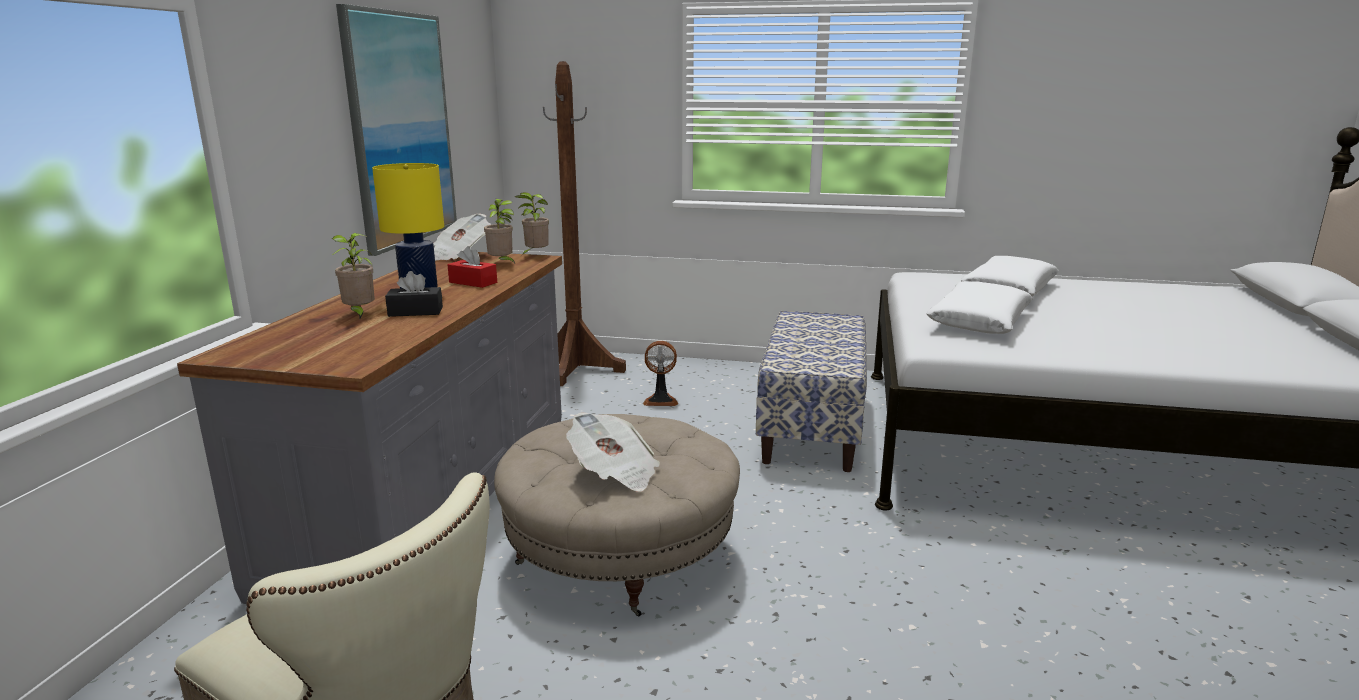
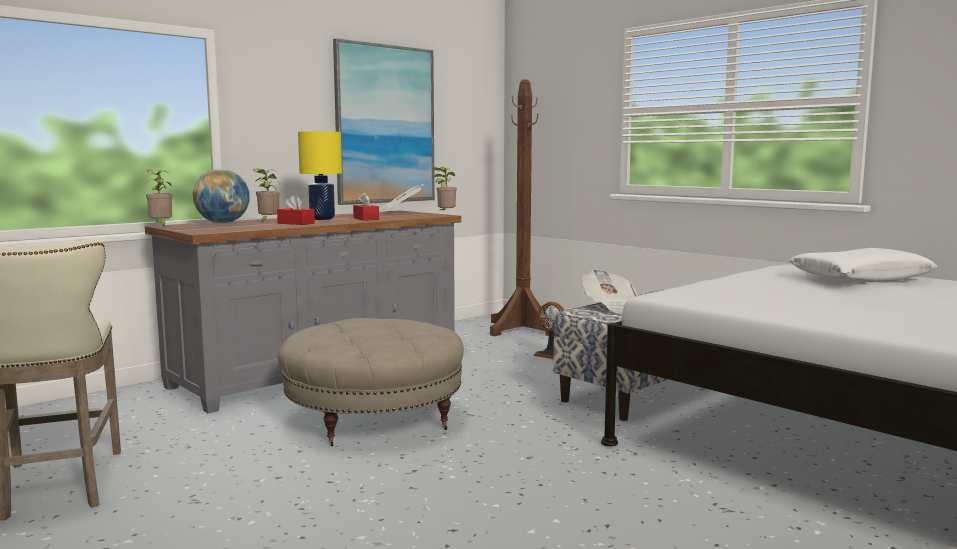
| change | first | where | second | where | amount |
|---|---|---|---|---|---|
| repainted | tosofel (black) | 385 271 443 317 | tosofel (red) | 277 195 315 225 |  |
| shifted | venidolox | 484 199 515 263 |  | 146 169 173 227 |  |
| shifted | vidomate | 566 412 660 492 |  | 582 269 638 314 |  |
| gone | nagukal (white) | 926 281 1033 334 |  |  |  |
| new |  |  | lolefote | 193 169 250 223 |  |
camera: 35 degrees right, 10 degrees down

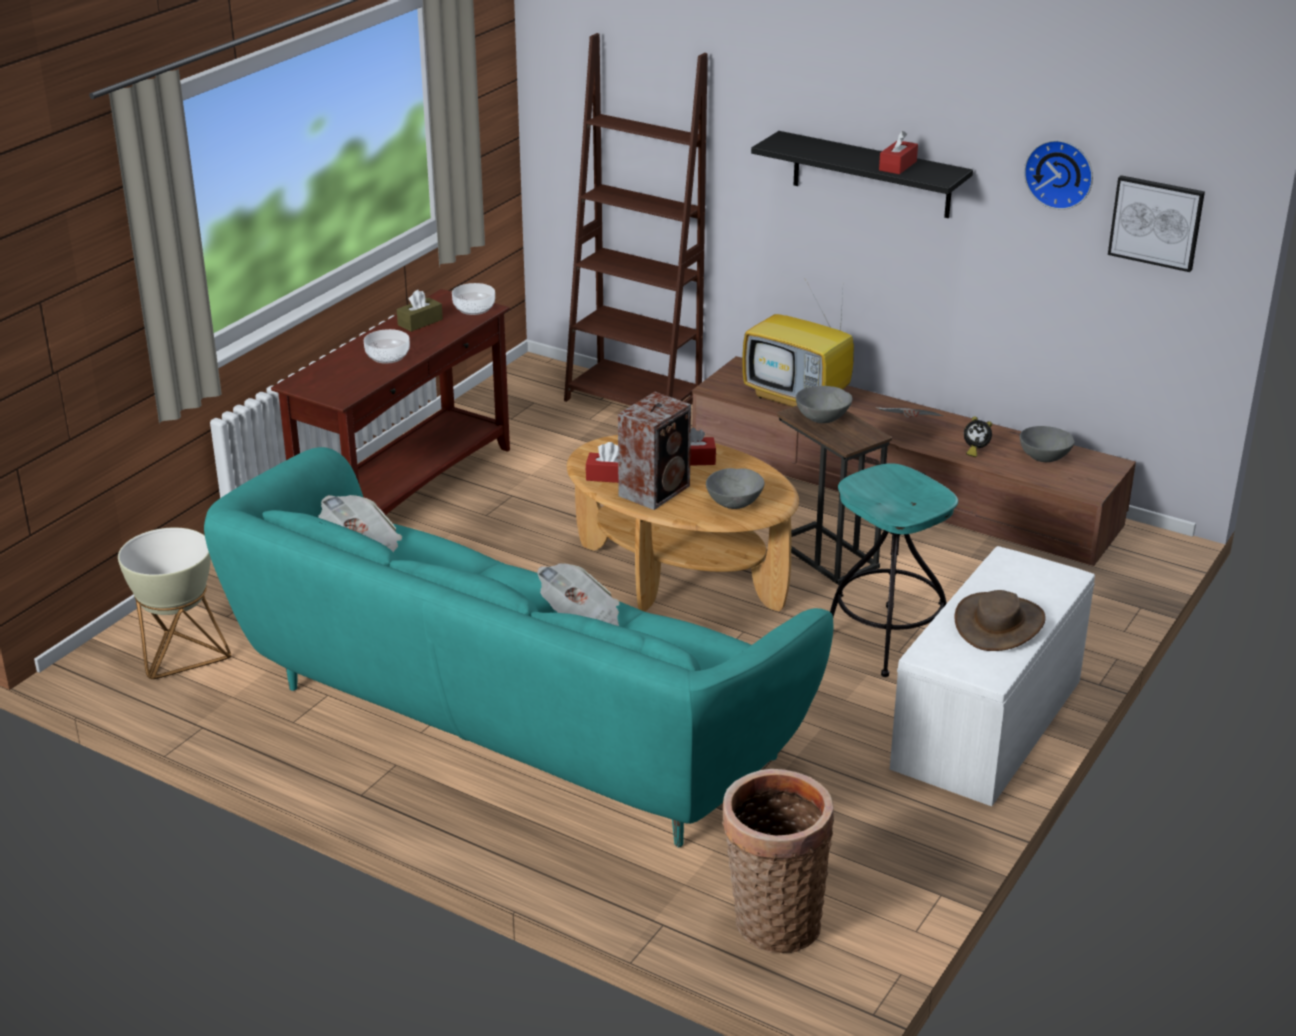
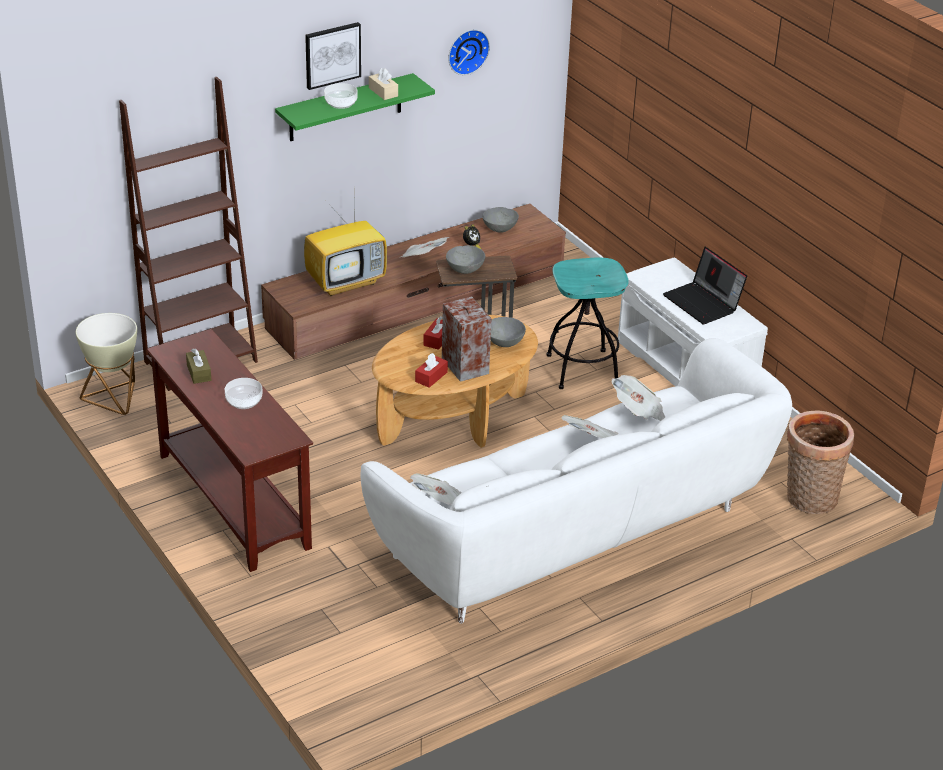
| change | first | where | second | where | amount |
|---|---|---|---|---|---|
| shifted | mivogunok | 118 527 231 679 |  | 76 313 137 415 |  |
| repainted | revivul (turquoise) | 204 447 833 847 | revivul (white) | 361 338 792 623 |  |
| shifted | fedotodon | 452 283 495 315 |  | 324 83 358 109 |  |
| repainted | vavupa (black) | 751 131 973 218 | vavupa (green) | 275 73 435 141 |  |
| repainted | tosofel (red) | 879 131 918 174 | tosofel (beige) | 369 68 398 100 |  |
| swapped | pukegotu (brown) | 954 590 1046 651 | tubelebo | 663 247 747 324 |  |
| shifted | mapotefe | 1108 175 1205 272 |  | 305 22 361 90 |  |
| new |  |  | vidomate | 612 375 666 421 |  |
camera: 65 degrees left, 5 degrees up

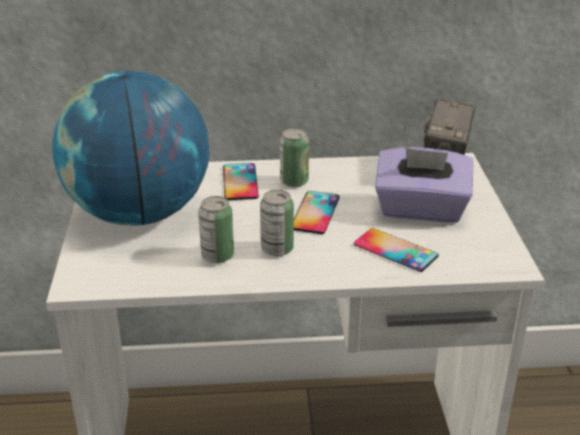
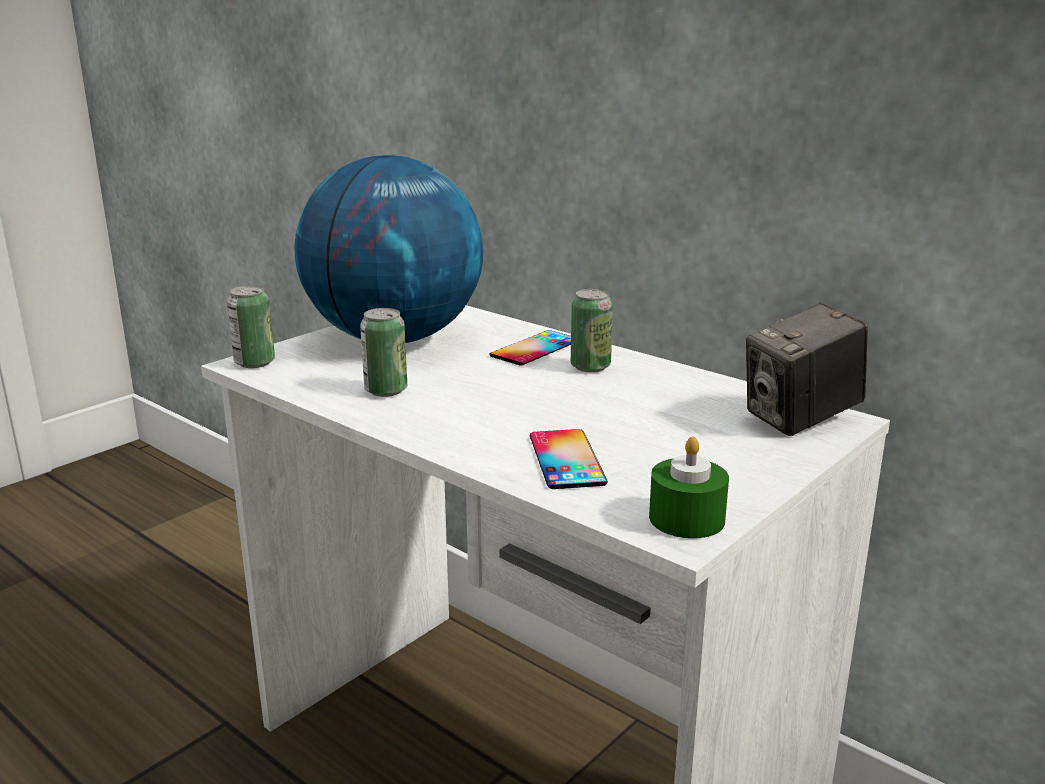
| change | first | where | second | where | amount |
|---|---|---|---|---|---|
| shifted | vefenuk | 260 190 294 256 |  | 227 286 275 368 |  |
| gone | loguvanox | 294 191 340 234 |  |  |  |
| gone | tosofel (purple) | 375 147 473 223 |  |  |  |
| new |  |  | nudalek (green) | 649 436 729 538 |  |
camera: 45 degrees right, 10 degrees down

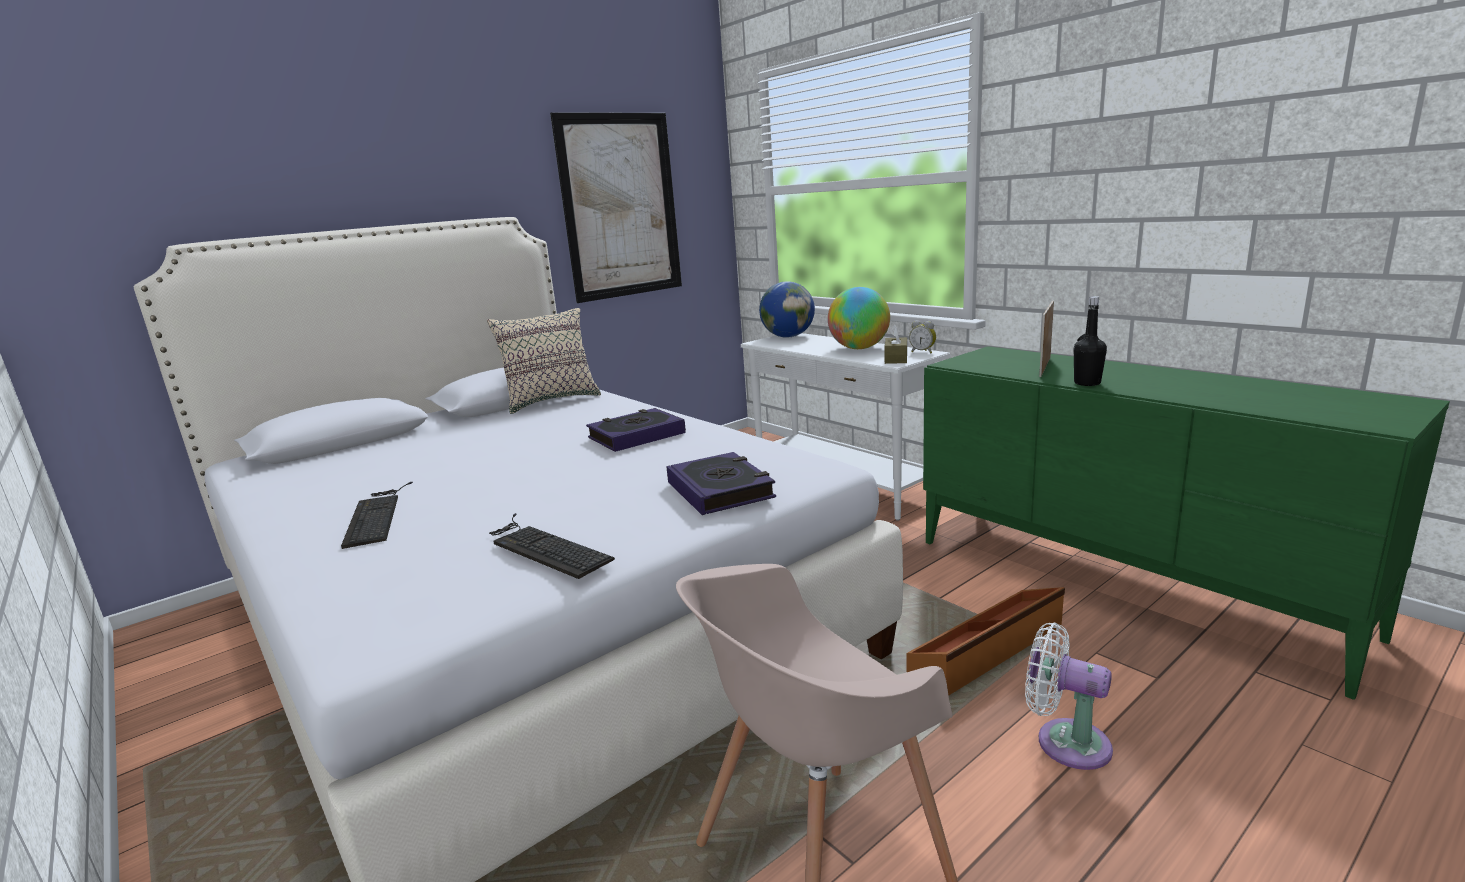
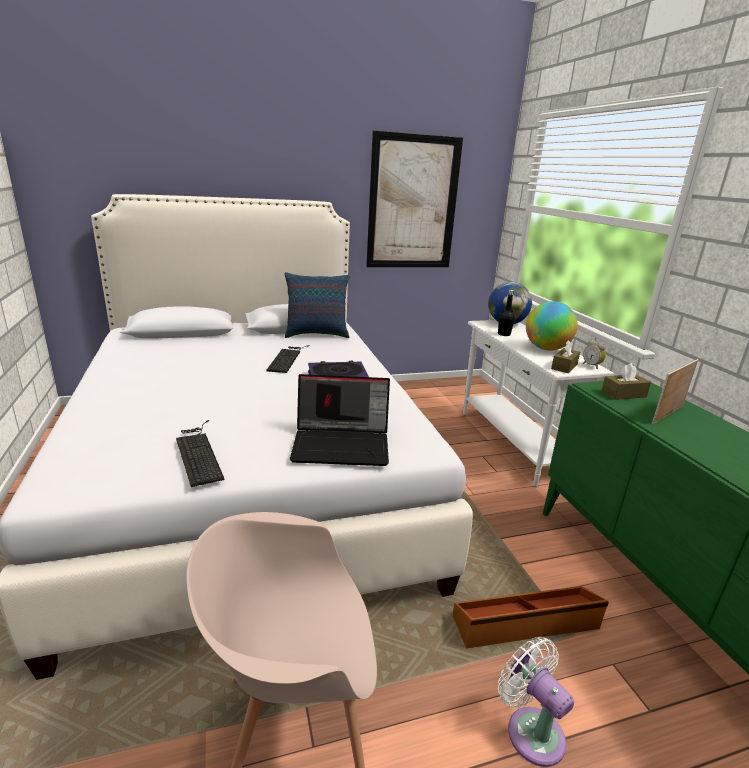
| change | first | where | second | where | amount |
|---|---|---|---|---|---|
| shifted | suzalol | 341 482 413 549 |  | 266 345 310 373 |  |
| repainted | nagukal (beige) | 487 308 601 414 | nagukal (blue) | 285 272 350 338 |  |
| swapped | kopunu | 666 452 776 515 | tubelebo | 290 374 390 466 |  |
| shifted | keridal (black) | 1074 296 1107 386 |  | 498 290 515 336 |  |
| new |  |  | tosofel (brown) | 601 363 651 400 |  |
camera: 20 degrees right, 5 degrees up

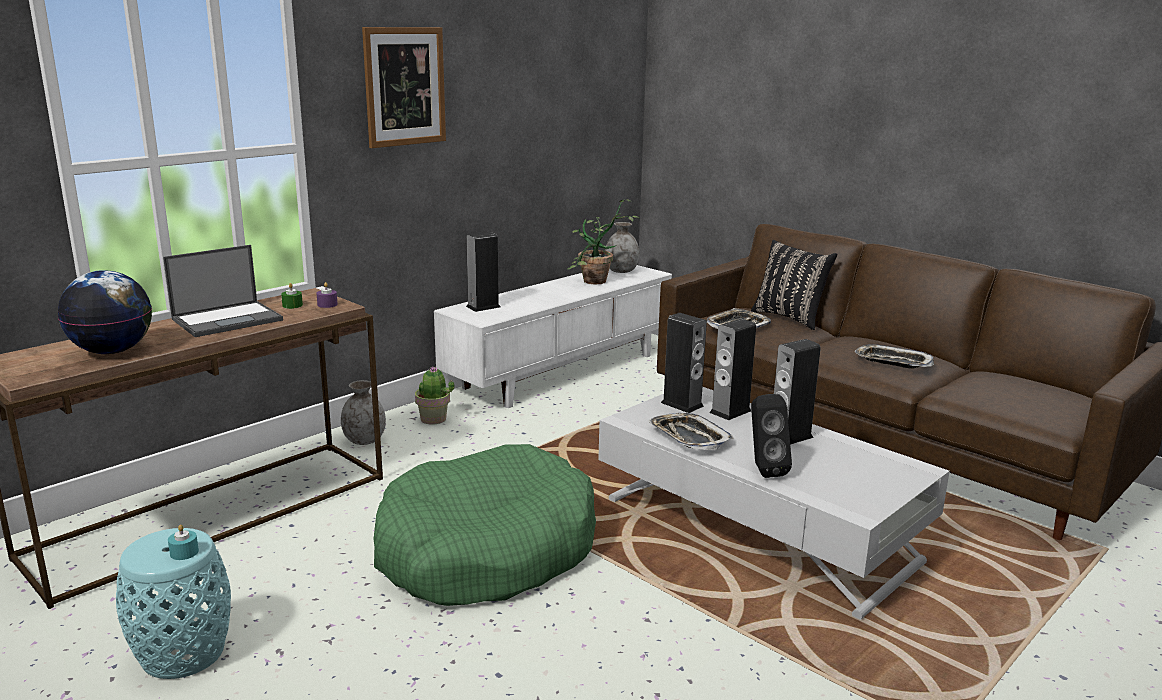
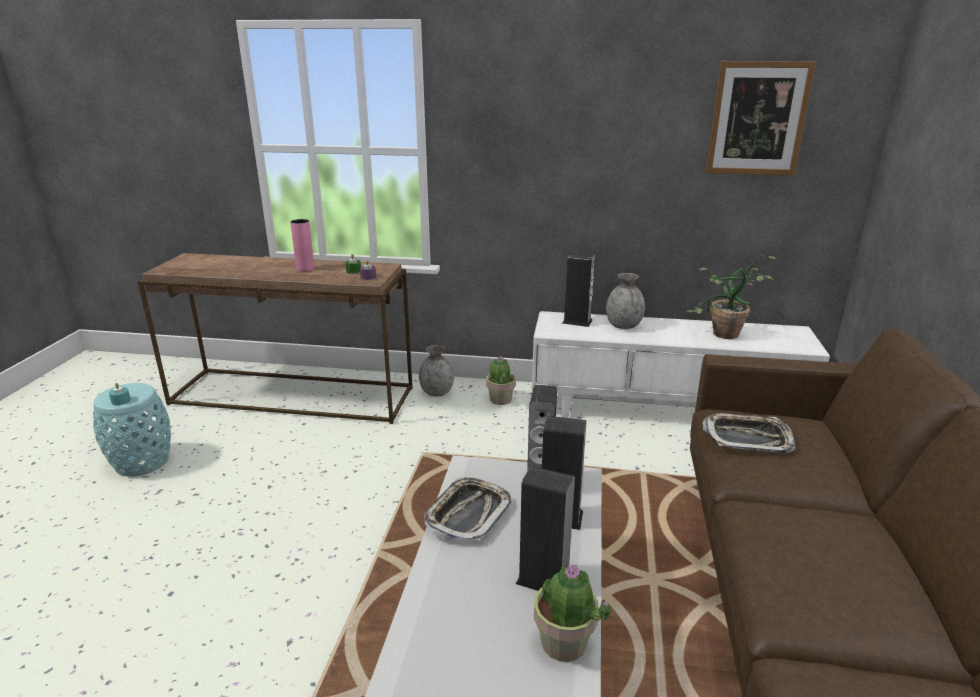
| change | first | where | second | where | amount |
|---|---|---|---|---|---|
| gone | lolefote | 58 270 152 354 |  |  |  |
| swapped | tubelebo | 163 245 283 337 | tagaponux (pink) | 290 219 315 271 |  |
| shifted | mapotefe | 362 27 446 148 |  | 706 61 816 176 |  |
| gone | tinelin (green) | 373 444 596 606 |  |  |  |
| shifted | tagaponux (grey) | 605 222 639 273 |  | 606 273 645 329 |  |
| gone | nagukal (black) | 751 240 837 330 |  |  |  |
| gone | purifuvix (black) | 751 394 792 478 |  |  |  |
| gone | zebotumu | 855 344 934 369 |  |  |  |
| new |  |  | venidolox | 534 565 611 662 |  |
camera: 55 degrees right, 5 degrees up

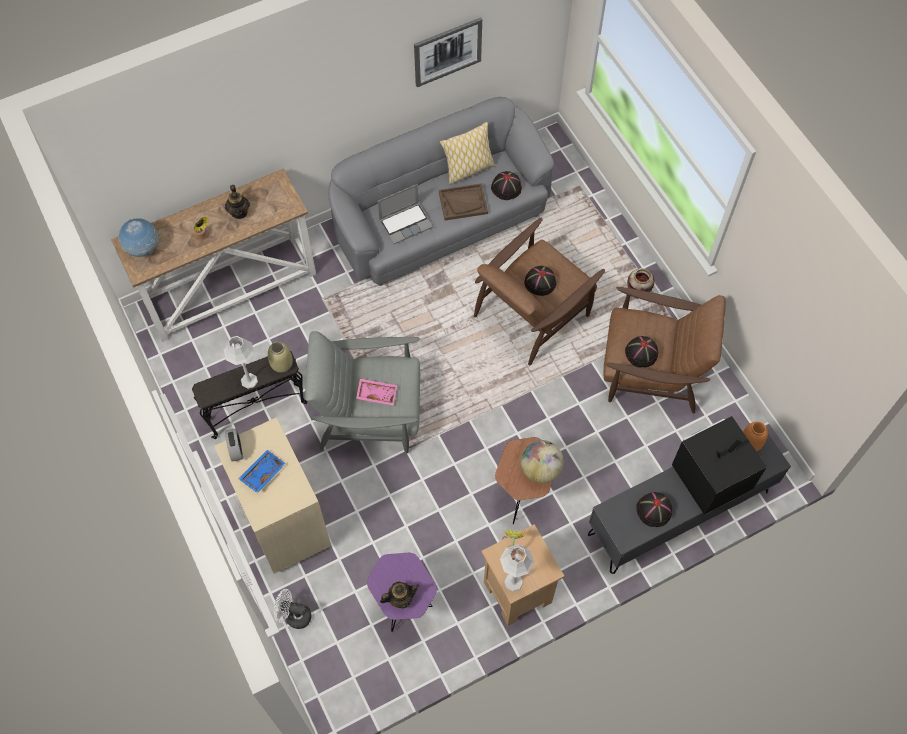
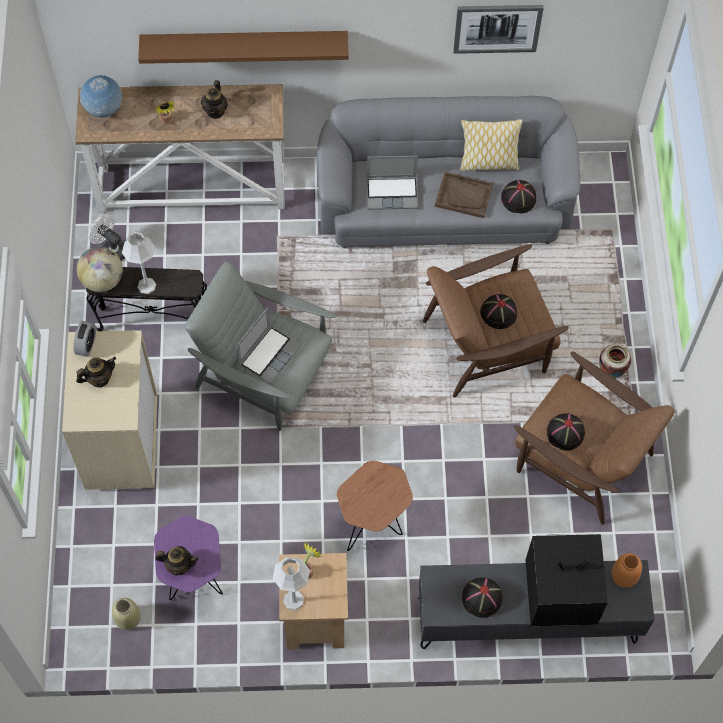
| change | first | where | second | where | amount |
|---|---|---|---|---|---|
| swapped | zebotumu (blue) | 239 450 286 493 | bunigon | 76 357 116 388 |  |
| shifted | tagaponux (beige) | 268 342 293 372 |  | 112 598 141 630 |  |
| shifted | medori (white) | 274 589 312 629 |  | 88 214 125 261 |  |
| swapped | zebotumu (pink) | 356 378 397 406 | tubelebo | 236 307 301 385 |  |
| shifted | lolefote | 520 440 564 483 |  | 77 247 123 292 |  |
| new |  |  | vavupa (brown) | 138 31 348 64 |  |
camera: 25 degrees right, 0 degrees up

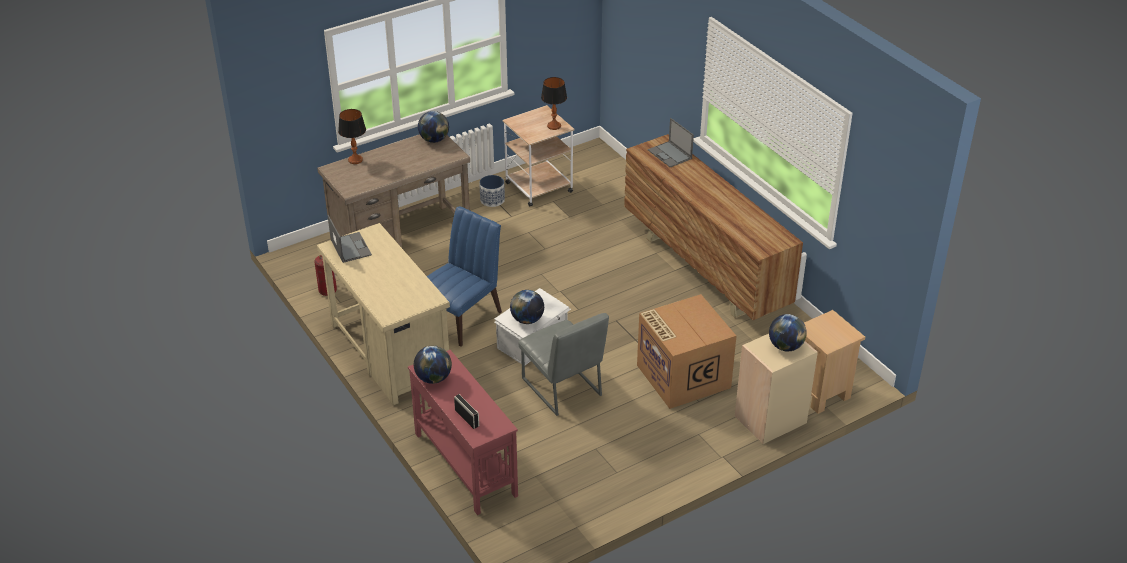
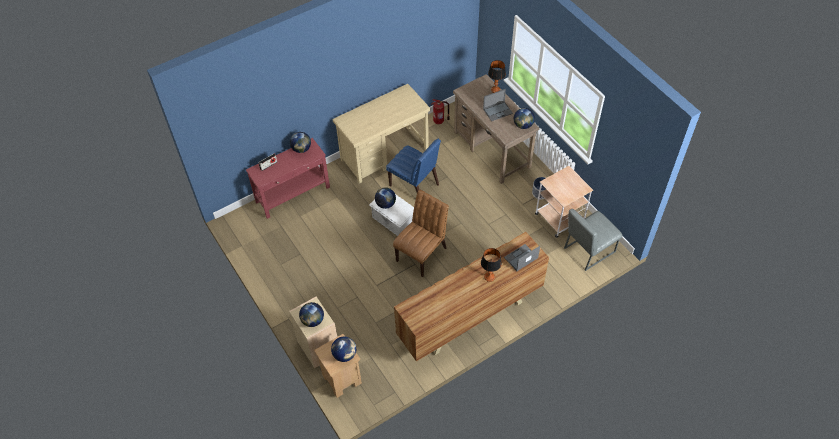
| change | first | where | second | where | amount |
|---|---|---|---|---|---|
| shifted | tubelebo | 328 215 372 263 |  | 483 89 513 121 |  |
| shifted | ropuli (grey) | 518 313 609 416 |  | 564 209 622 271 |  |
| shifted | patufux | 541 77 567 130 |  | 481 248 502 282 |  |
| gone | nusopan | 637 294 736 409 |  |  |  |
| new |  |  | lolefote | 331 337 356 362 |  |
| new |  |  | ropuli (brown) | 393 190 449 277 |  |
camera: 90 degrees right, 15 degrees up

